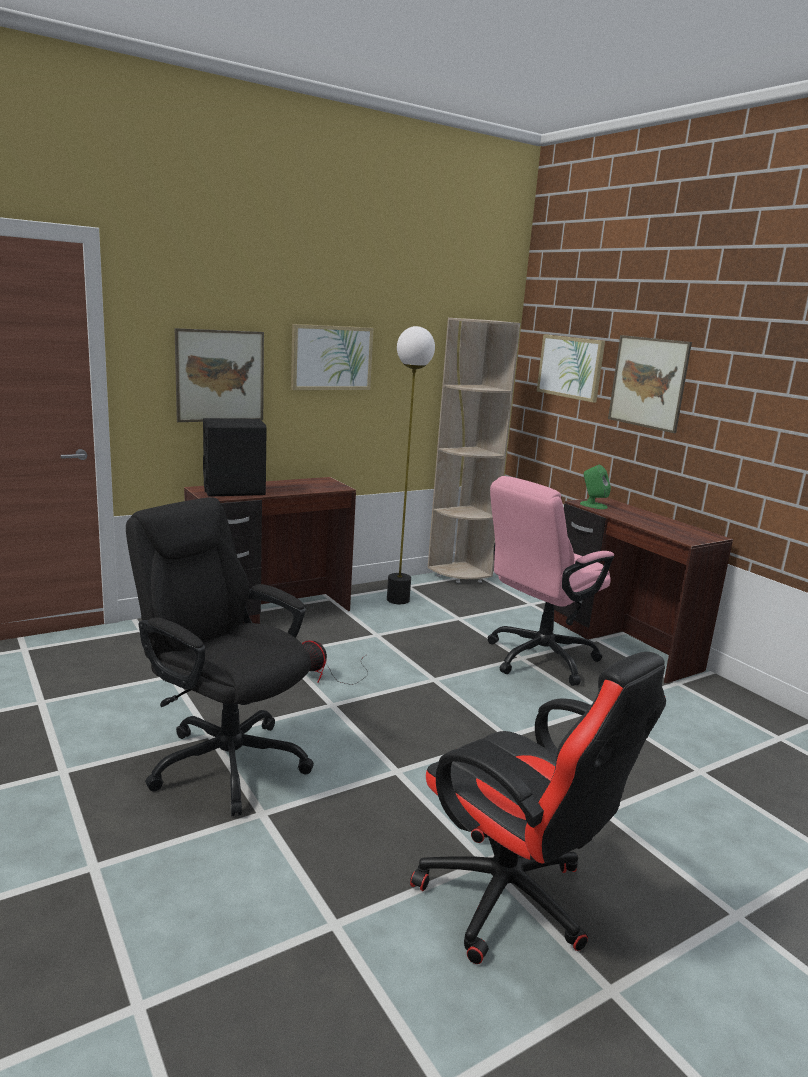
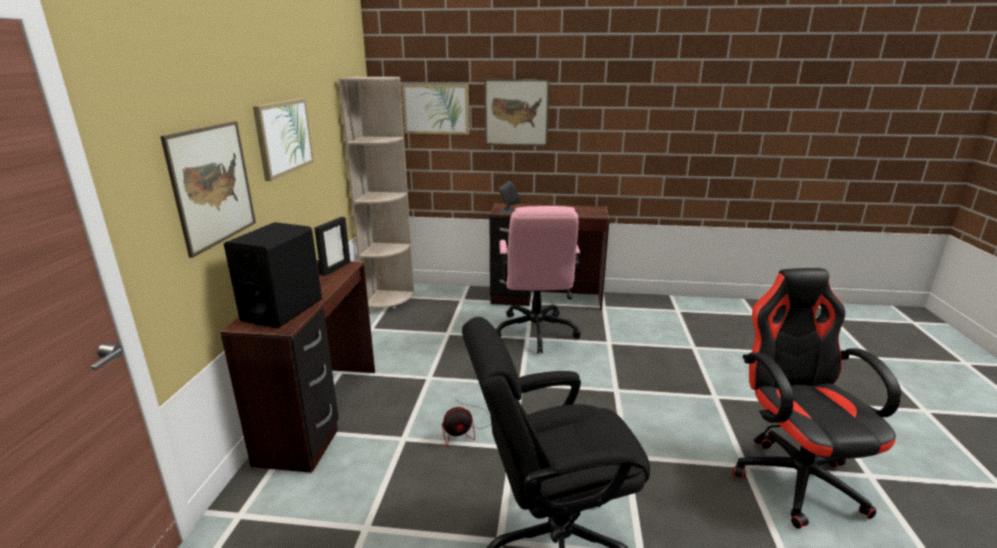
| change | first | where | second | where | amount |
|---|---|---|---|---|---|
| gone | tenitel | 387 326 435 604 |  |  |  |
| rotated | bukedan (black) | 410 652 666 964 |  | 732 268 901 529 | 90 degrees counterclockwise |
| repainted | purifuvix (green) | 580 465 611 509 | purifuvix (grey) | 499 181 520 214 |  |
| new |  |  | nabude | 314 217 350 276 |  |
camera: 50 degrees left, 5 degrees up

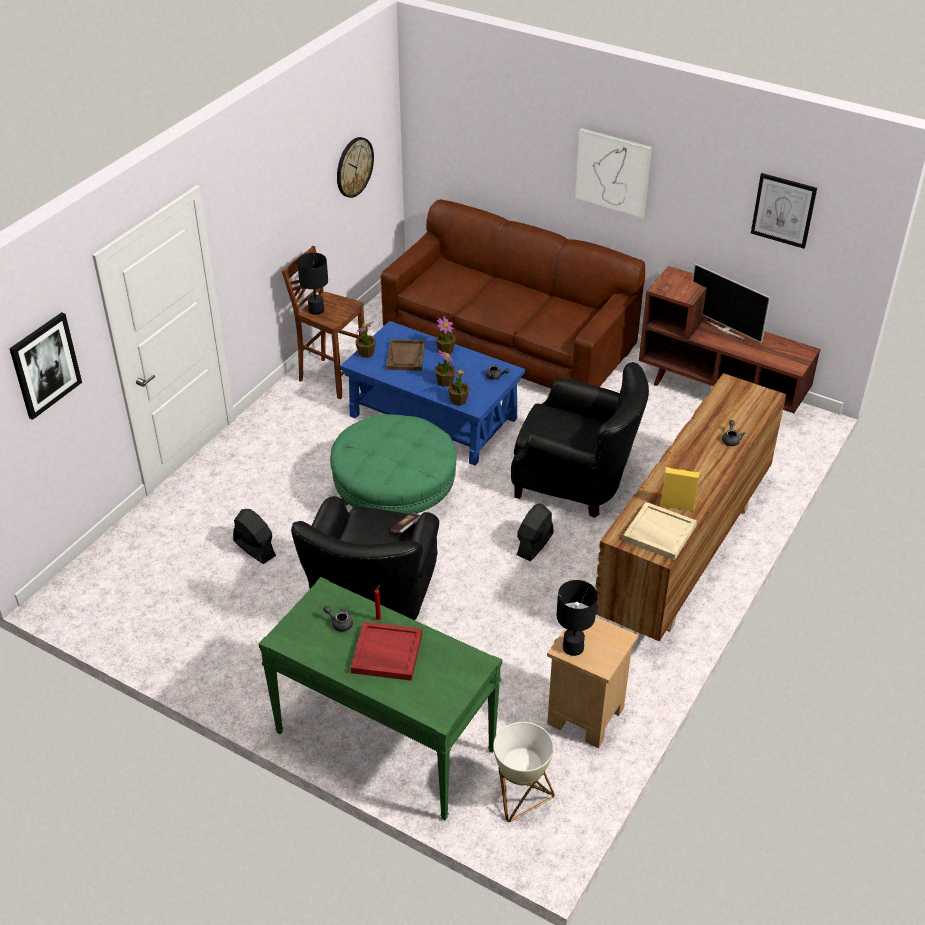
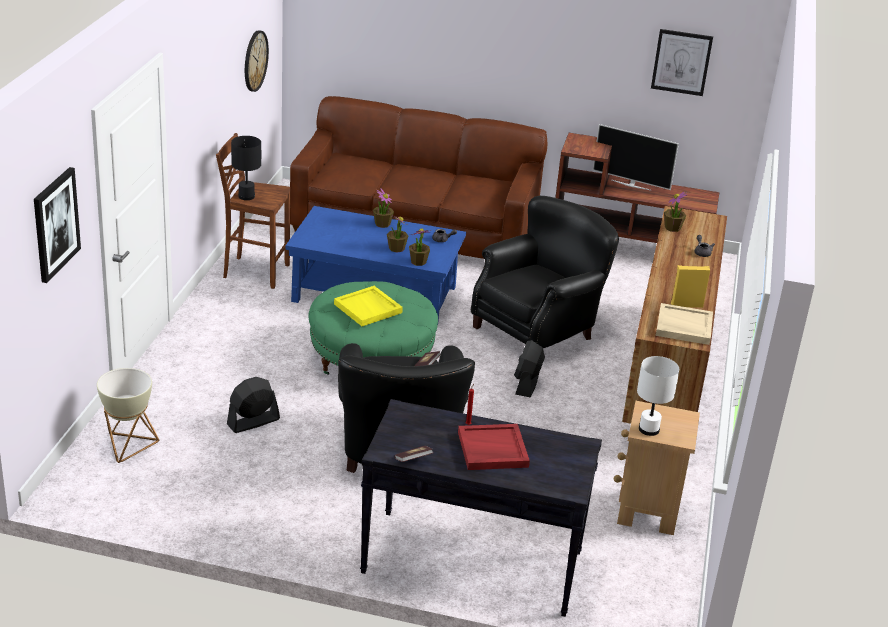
| change | first | where | second | where | amount |
|---|---|---|---|---|---|
| rotated | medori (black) | 233 509 276 564 |  | 227 377 280 433 | 60 degrees counterclockwise |
| repainted | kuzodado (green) | 258 577 502 820 | kuzodado (black) | 360 399 602 617 |  |
| gone | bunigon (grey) | 323 606 353 632 |  |  |  |
| shifted | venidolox | 355 321 376 358 |  | 664 192 687 232 |  |
| gone | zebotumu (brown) | 386 339 425 371 |  |  |  |
| shifted | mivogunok | 493 722 555 822 |  | 97 368 159 463 |  |
| rotated | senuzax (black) | 511 362 649 518 |  | 471 196 619 348 | 45 degrees counterclockwise |
| repainted | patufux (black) | 557 580 598 656 | patufux (white) | 637 356 679 436 |  |
| gone | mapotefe | 575 128 652 218 |  |  |  |
| new |  |  | zebotumu (yellow) | 334 286 403 326 |  |
| new |  |  | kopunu | 394 446 434 462 |  |
camera: 20 degrees left, 10 degrees down

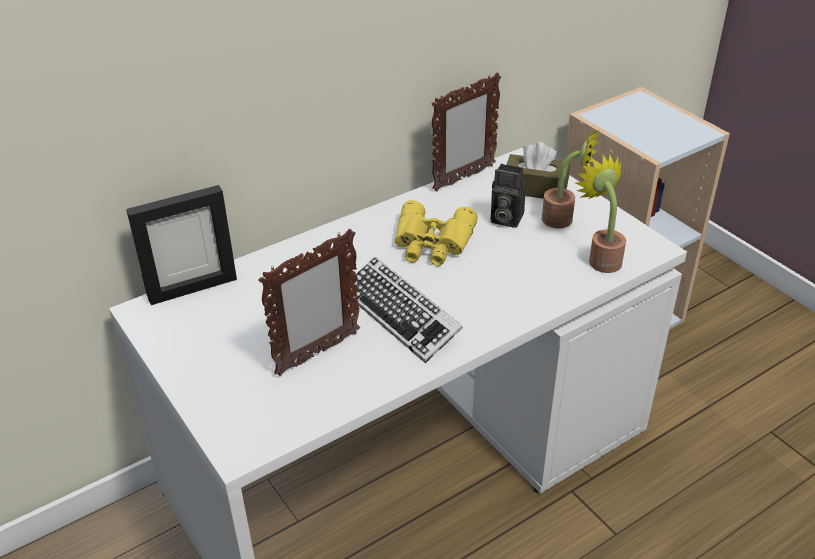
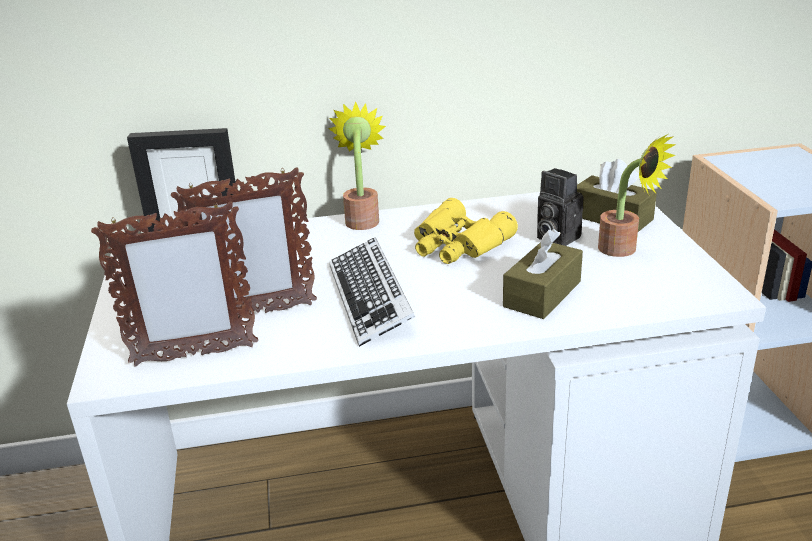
| change | first | where | second | where | amount |
|---|---|---|---|---|---|
| shifted | nabude | 432 73 501 192 |  | 91 201 258 367 |  |
| shifted | venidolox | 575 155 626 273 |  | 328 102 386 230 |  |
| new |  |  | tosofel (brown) | 503 229 583 319 |  |
camera: 25 degrees right, 10 degrees down

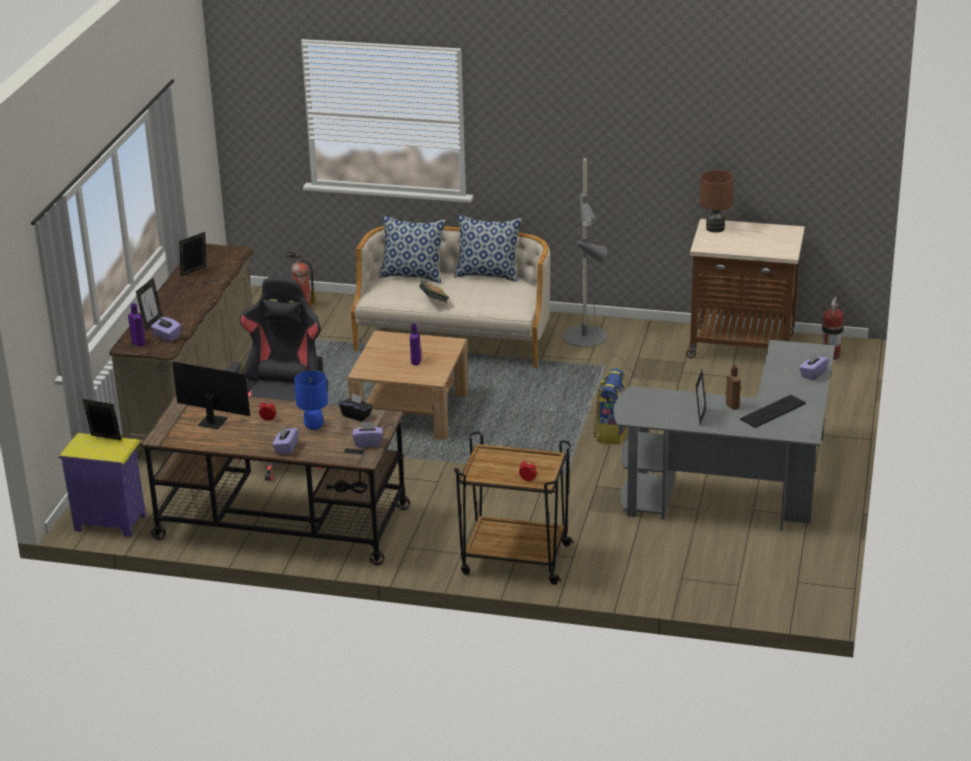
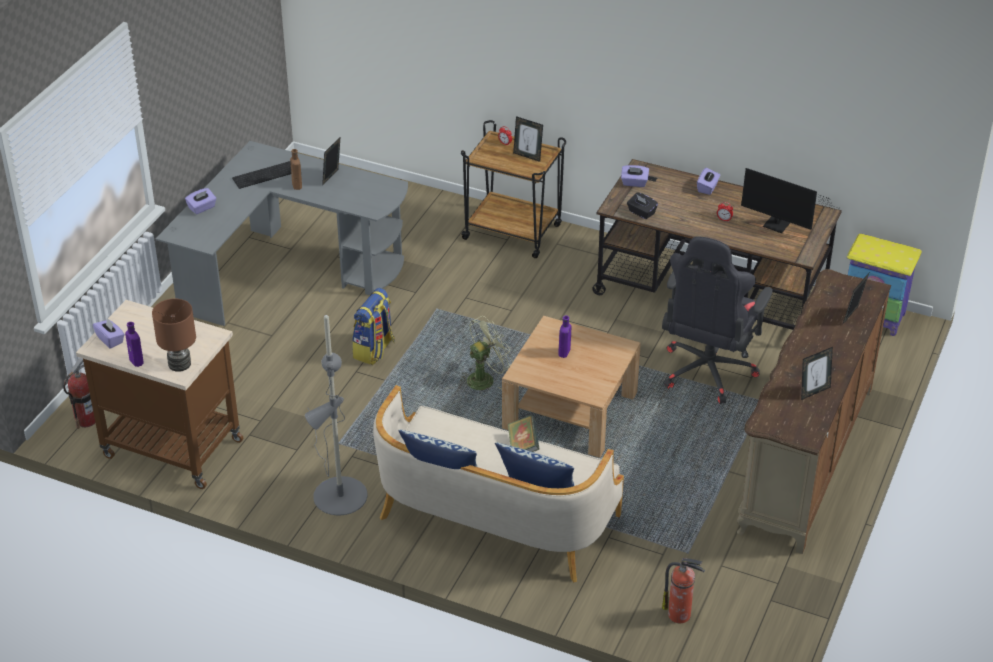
| change | first | where | second | where | amount |
|---|---|---|---|---|---|
| shifted | nabude | 83 399 122 441 |  | 513 116 543 162 |  |
| shifted | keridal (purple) | 128 303 145 346 |  | 125 322 144 367 |  |
| shifted | tosofel (purple) | 151 317 181 342 |  | 93 317 125 349 |  |
| gone | patufux (blue) | 294 371 328 430 |  |  |  |
| new |  |  | medori (green) | 460 316 512 390 |  |
camera: 170 degrees left, 10 degrees up

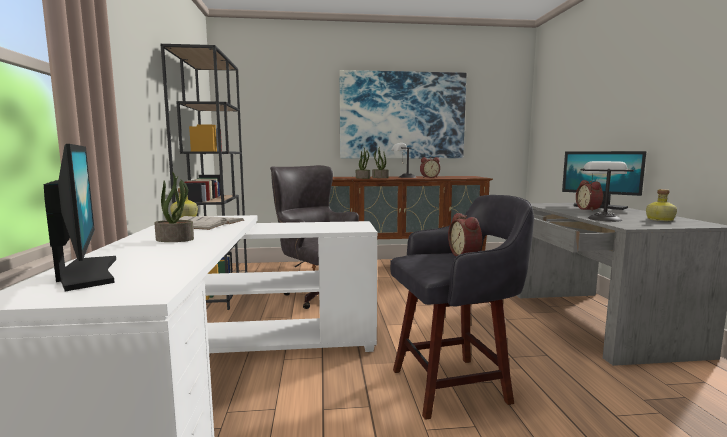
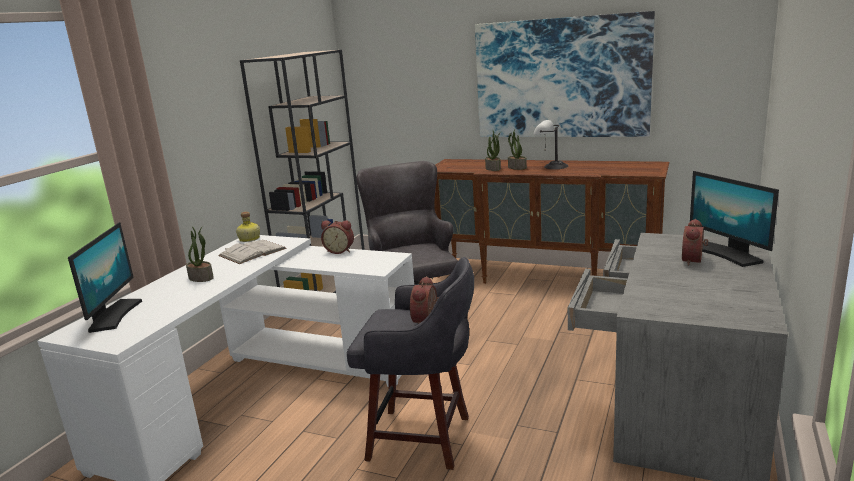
| change | first | where | second | where | amount |
|---|---|---|---|---|---|
| shifted | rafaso | 420 157 440 178 |  | 321 220 354 254 |  |
| gone | patufux | 580 161 634 222 |  |  |  |
| gone | keridal | 646 189 677 221 |  |  |  |
camera: 30 degrees right, 10 degrees up

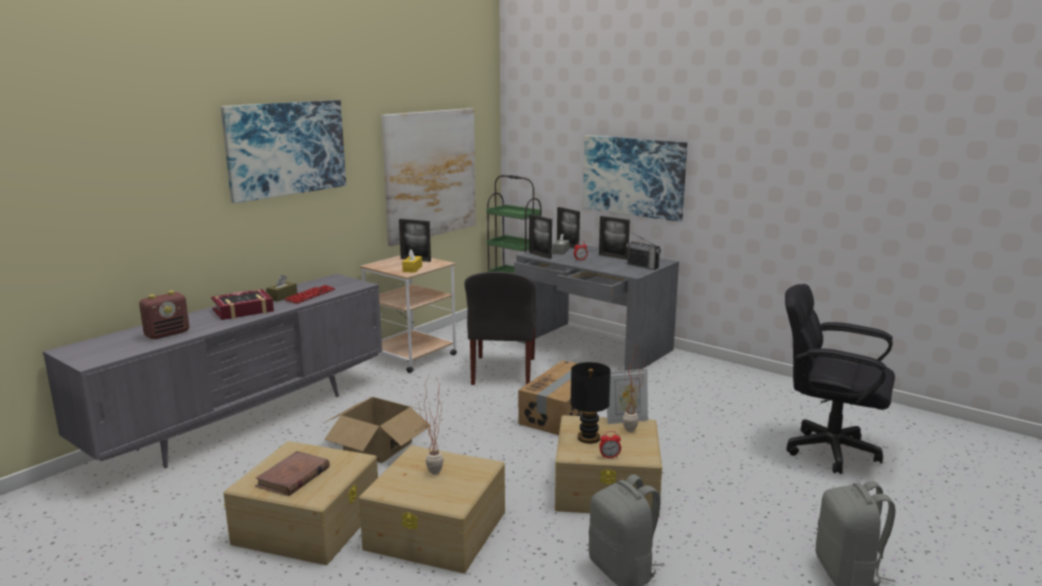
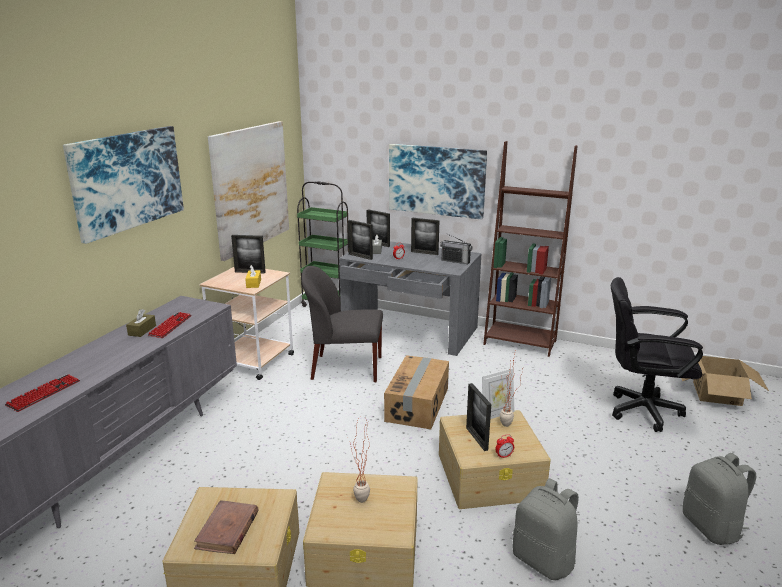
| change | first | where | second | where | amount |
|---|---|---|---|---|---|
| swapped | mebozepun | 139 291 189 339 | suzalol | 5 374 80 412 |  |
| gone | kopunu | 211 289 274 320 |  |  |  |
| shifted | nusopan | 324 397 431 463 |  | 681 356 769 406 |  |
| rotated | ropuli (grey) | 464 272 537 385 |  | 302 266 383 382 | 105 degrees clockwise |
| swapped | patufux (black) | 570 362 611 444 | nabude | 466 383 491 451 |  |
| new |  |  | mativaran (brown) | 483 141 578 357 |  |
camera: 15 degrees left, 5 degrees up

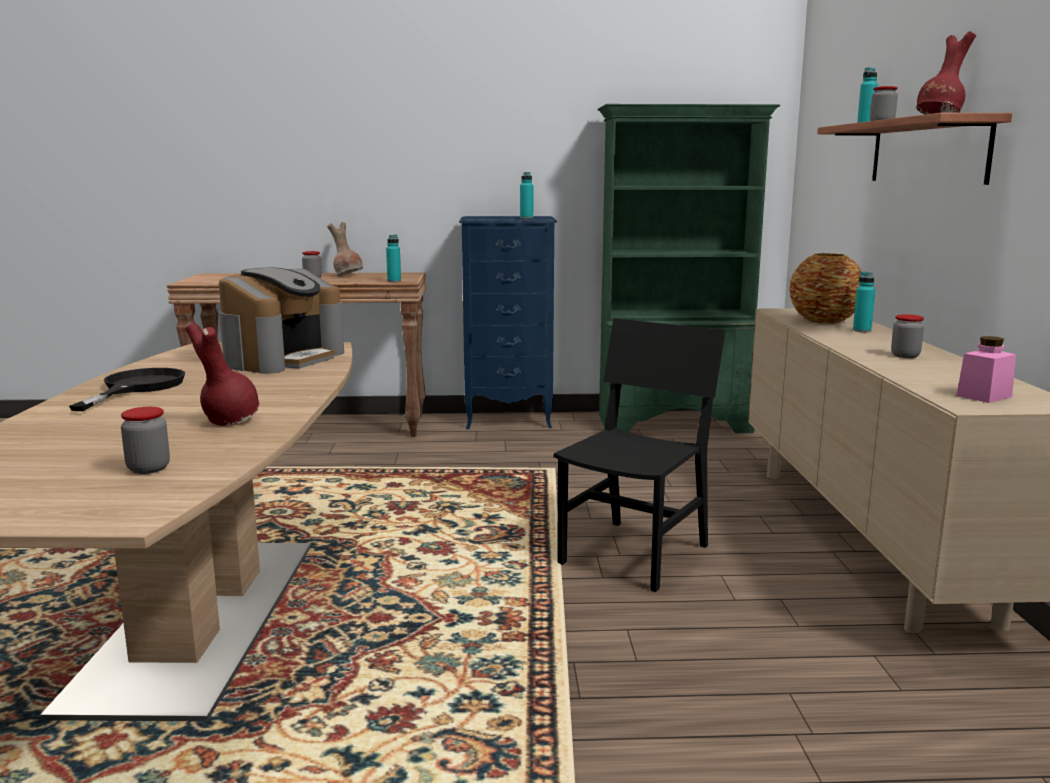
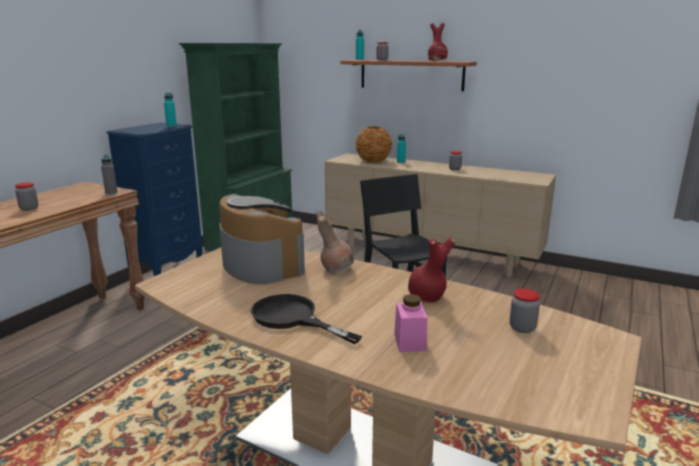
| change | first | where | second | where | amount |
|---|---|---|---|---|---|
| shifted | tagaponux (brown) | 327 222 363 276 |  | 315 210 354 274 |  |
| repainted | keridal (turquoise) | 386 235 401 282 | keridal (grey) | 101 154 118 195 |  |
| shifted | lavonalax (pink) | 957 336 1016 403 |  | 394 294 428 352 |  |
camera: 60 degrees left, 5 degrees up

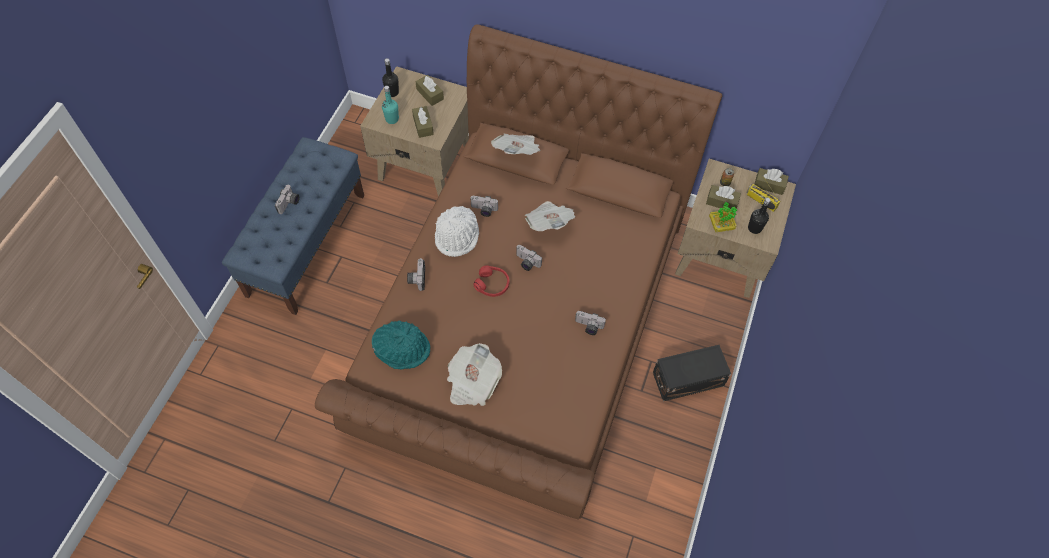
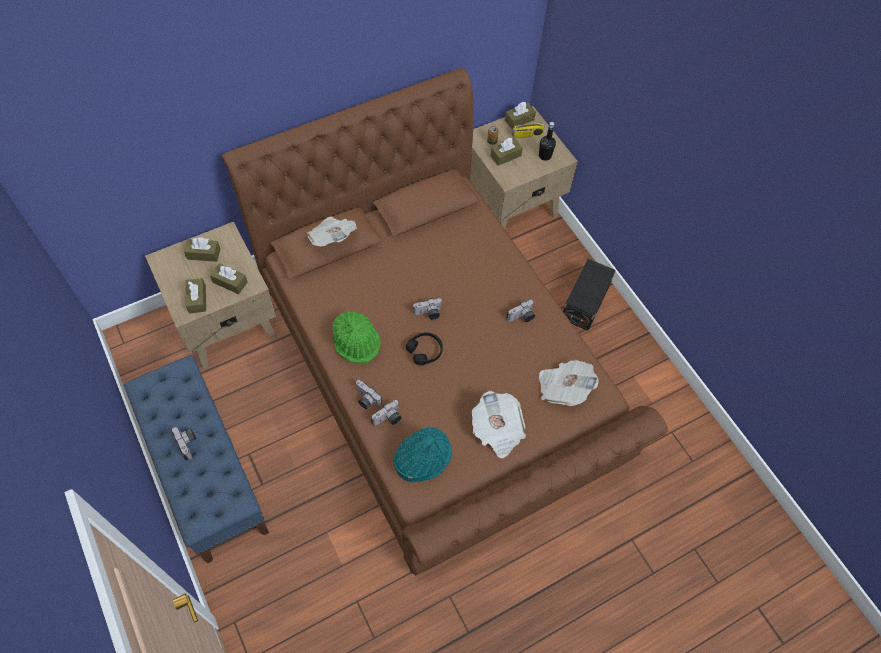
| change | first | where | second | where | amount |
|---|---|---|---|---|---|
| gone | keridal (black) | 382 58 399 97 |  |  |  |
| swapped | keridal (turquoise) | 382 86 399 124 | tosofel (brown) | 186 278 206 314 |  |
| repainted | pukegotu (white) | 435 206 479 257 | pukegotu (green) | 333 311 381 364 |  |
| shifted | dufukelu | 470 196 498 217 |  | 371 400 401 426 |  |
| repainted | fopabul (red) | 474 265 510 297 | fopabul (black) | 406 332 443 365 |  |
| shifted | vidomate | 525 201 575 231 |  | 539 360 599 406 |  |
| gone | venidolox | 709 202 737 232 |  |  |  |
camera: 50 degrees left, 0 degrees up

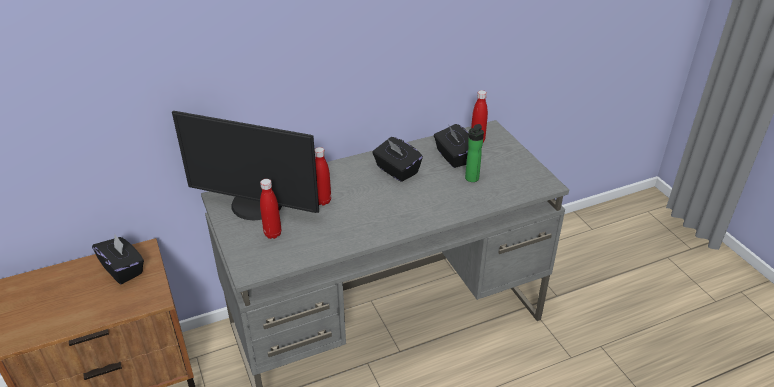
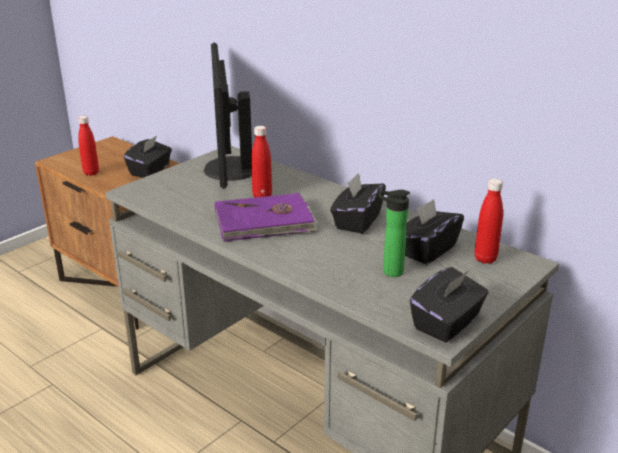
| change | first | where | second | where | amount |
|---|---|---|---|---|---|
| shifted | keridal (red) | 260 179 281 239 |  | 78 116 99 176 |  |
| new |  |  | kopunu (purple) | 215 193 318 242 |  |
| new |  |  | tosofel (black) | 410 267 489 343 |  |
camera: 65 degrees right, 10 degrees down

